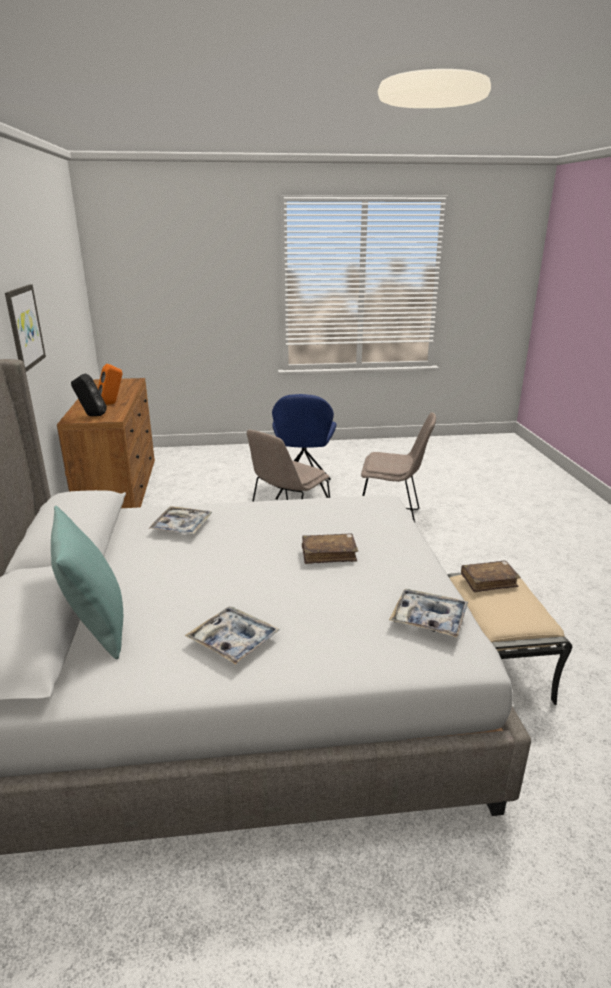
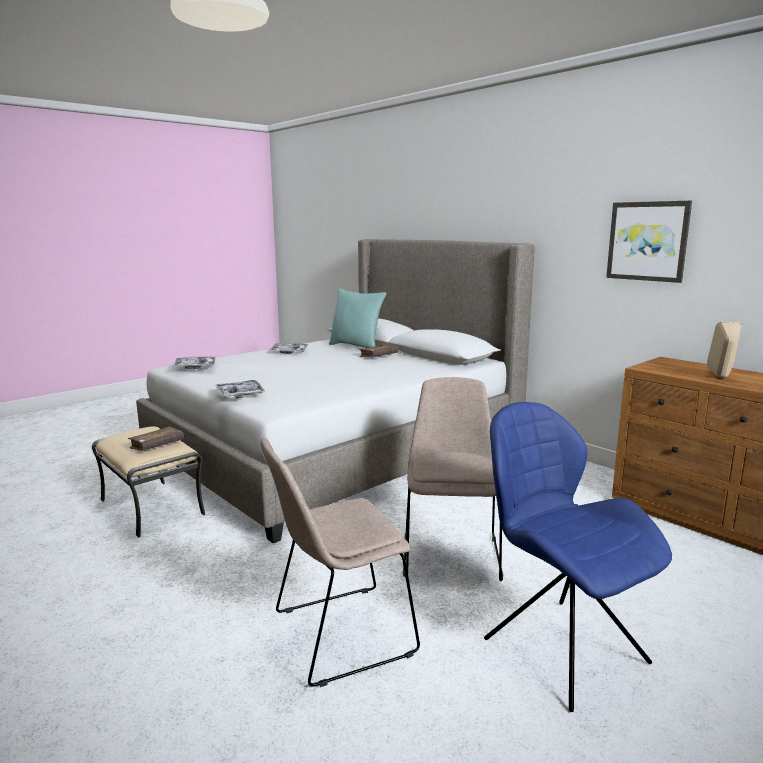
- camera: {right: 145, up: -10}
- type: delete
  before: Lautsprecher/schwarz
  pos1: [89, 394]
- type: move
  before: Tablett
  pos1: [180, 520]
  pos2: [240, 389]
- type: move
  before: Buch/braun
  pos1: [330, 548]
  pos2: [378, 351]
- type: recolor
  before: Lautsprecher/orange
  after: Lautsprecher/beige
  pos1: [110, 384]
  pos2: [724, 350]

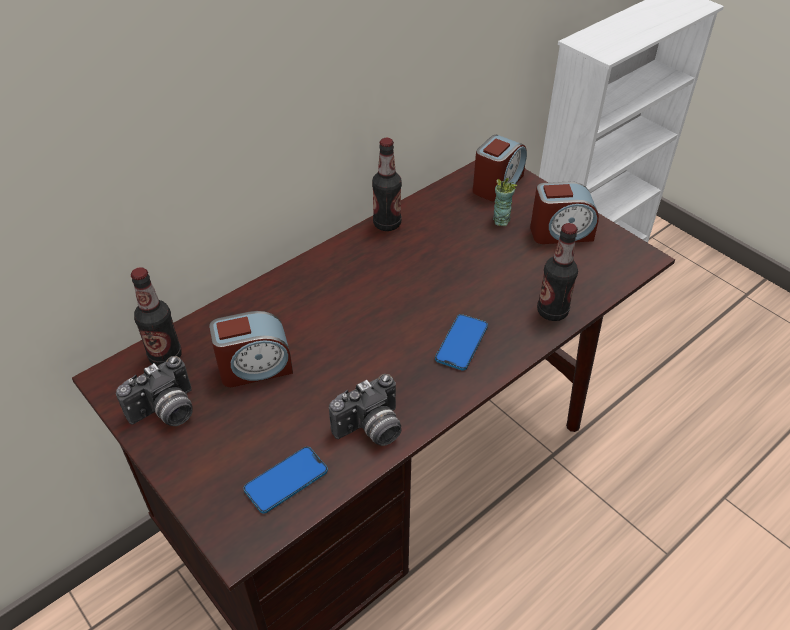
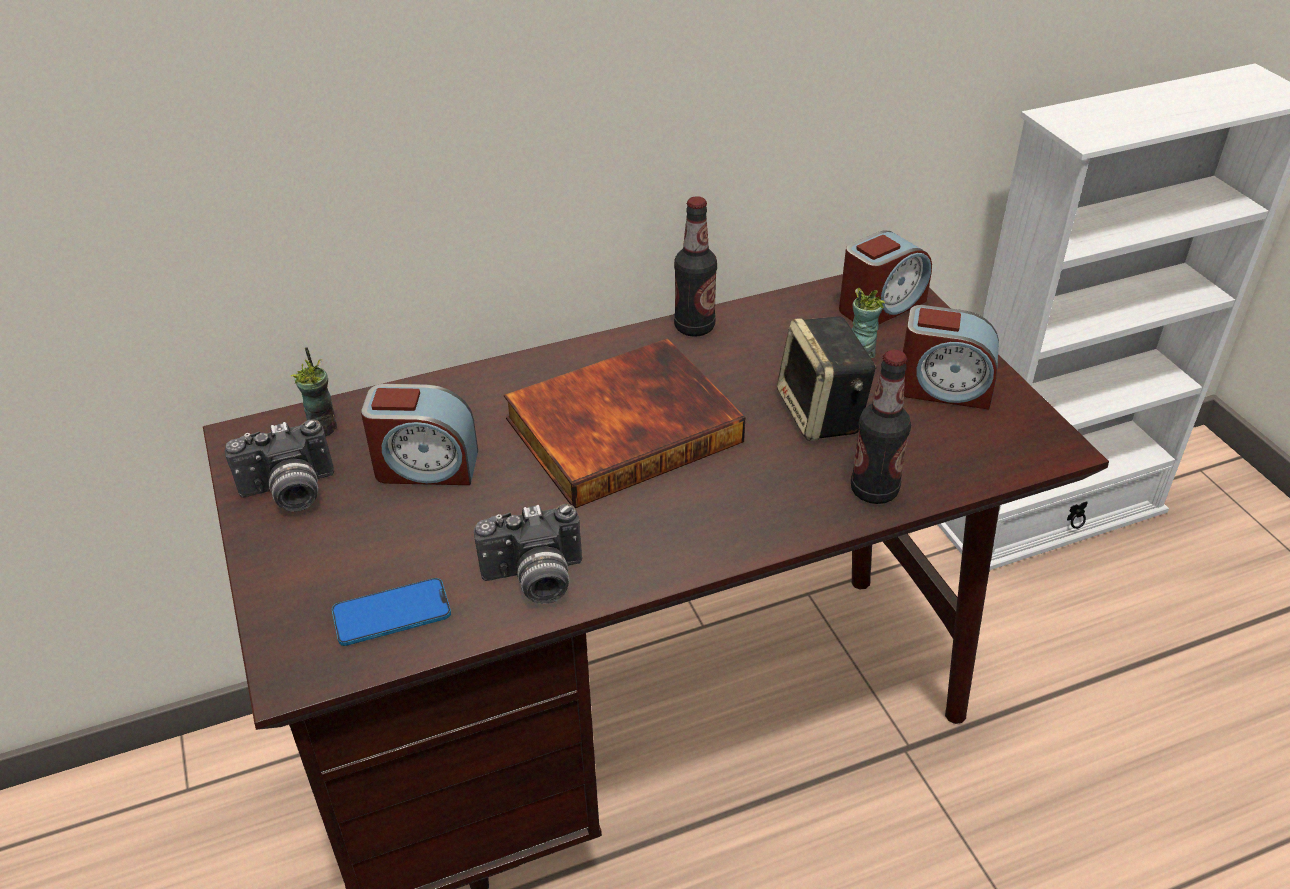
- camera: {right: 20, up: -5}
- type: delete
  before: Handy
  pos1: [461, 342]
- type: insert
  after: Buch
  pos2: [625, 423]
- type: insert
  after: Lautsprecher
  pos2: [827, 378]
- type: replace
  before: Flasche
  after: Tasse
  pos1: [156, 316]
  pos2: [314, 392]

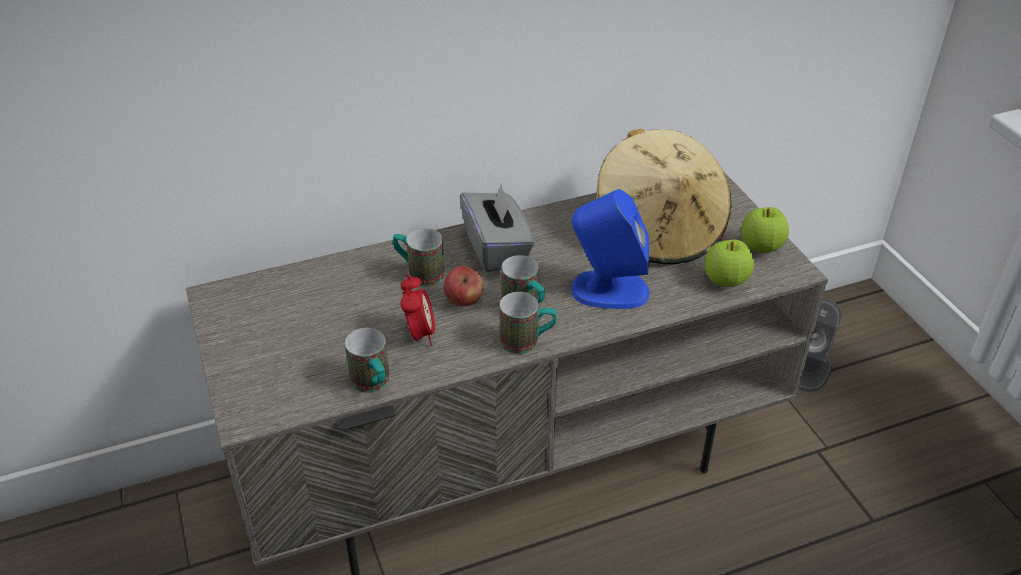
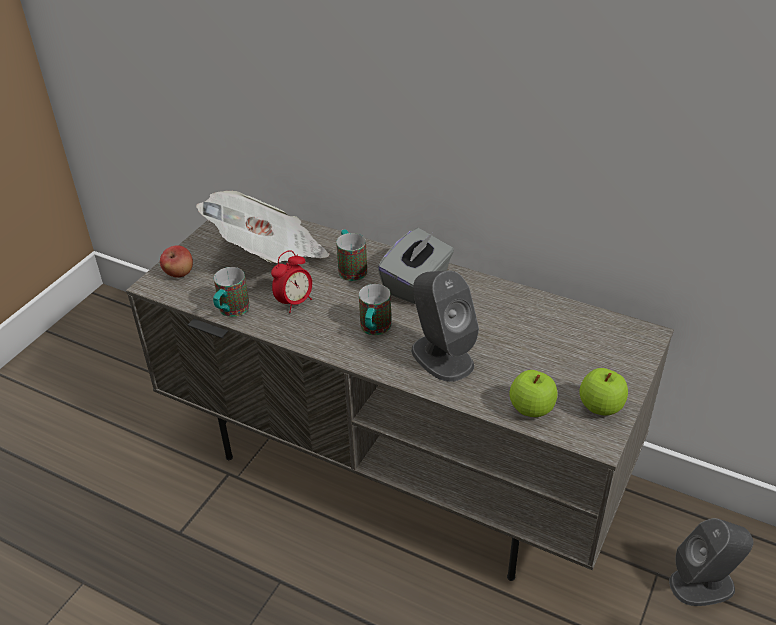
- camera: {right: 50, up: 0}
- type: delete
  before: Henkelbecher
  pos1: [528, 323]
- type: delete
  before: Hut/beige
  pos1: [664, 197]
- type: insert
  after: Zeitung
  pos2: [262, 227]
- type: move
  before: Apfel
  pos1: [464, 286]
  pos2: [176, 261]
- type: recolor
  before: Lautsprecher/blau
  after: Lautsprecher/grau
  pos1: [610, 249]
  pos2: [445, 326]

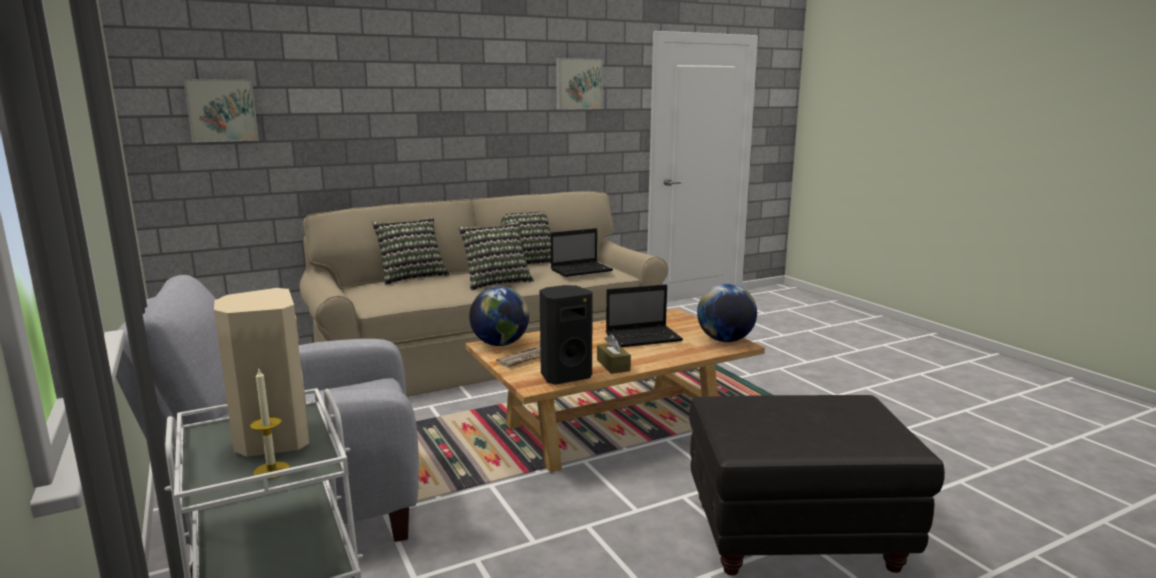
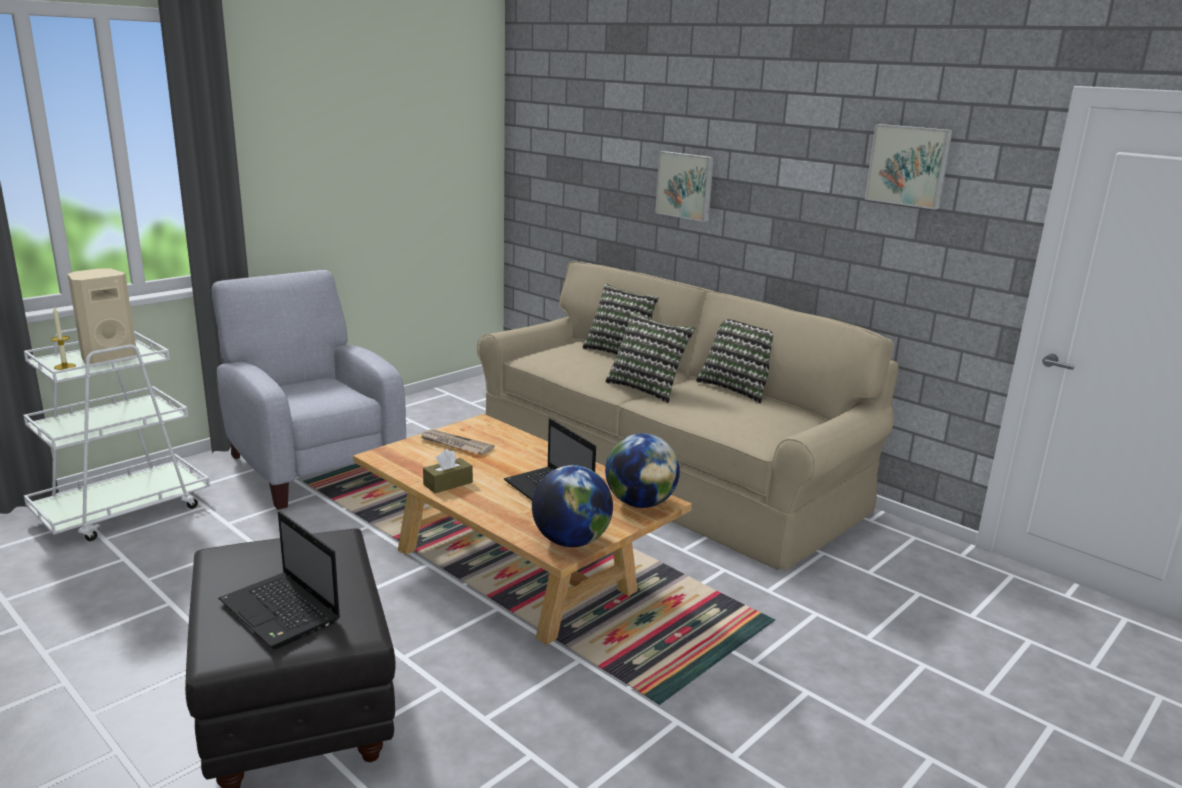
- camera: {right: 70, up: 5}
- type: delete
  before: Lautsprecher/schwarz
  pos1: [566, 335]
- type: move
  before: Bild
  pos1: [221, 111]
  pos2: [684, 186]
- type: move
  before: Globus
  pos1: [499, 316]
  pos2: [642, 470]
- type: move
  before: Laptop
  pos1: [582, 252]
  pos2: [279, 580]

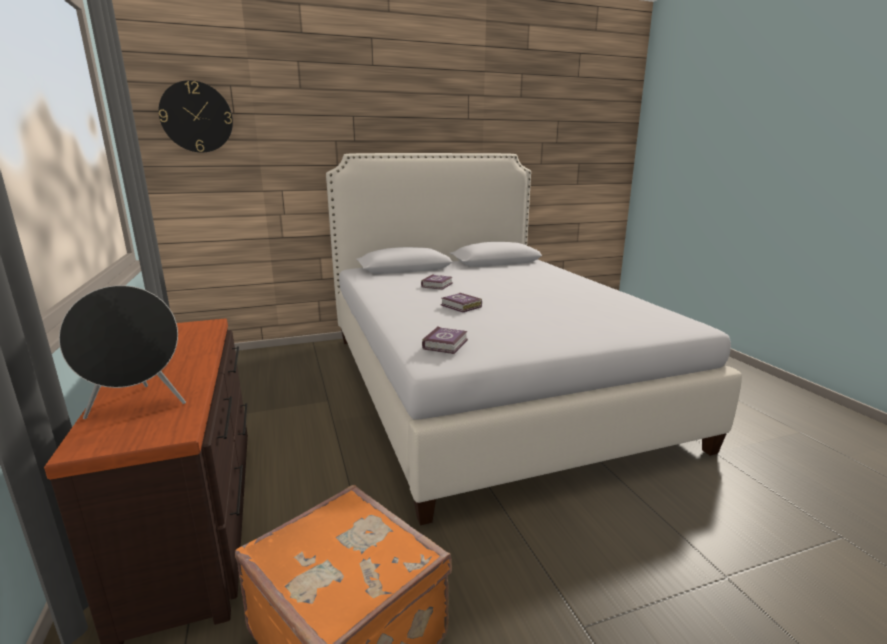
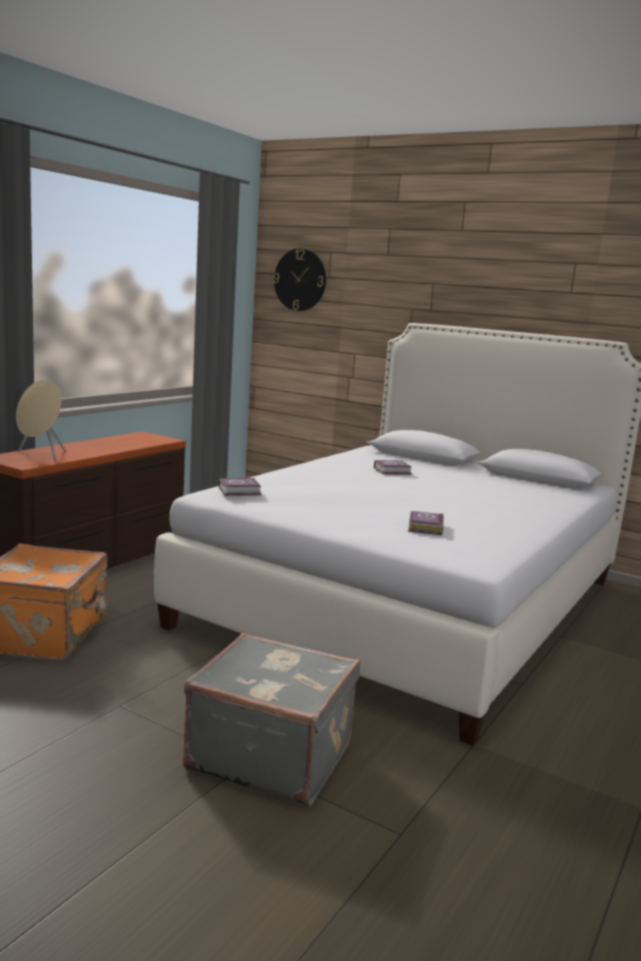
- camera: {right: 50, up: -5}
- type: insert
  after: Koffer/grau
  pos2: [271, 720]
- type: move
  before: Buch
  pos1: [461, 302]
  pos2: [426, 523]
- type: recolor
  before: Lautsprecher/schwarz
  after: Lautsprecher/beige
  pos1: [122, 352]
  pos2: [40, 420]

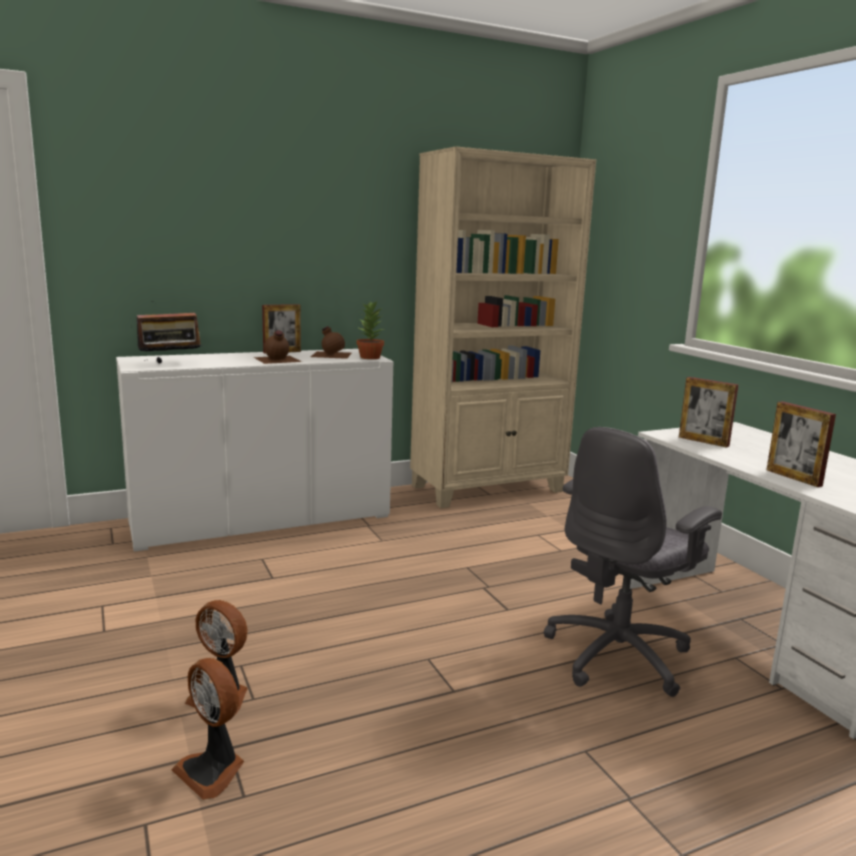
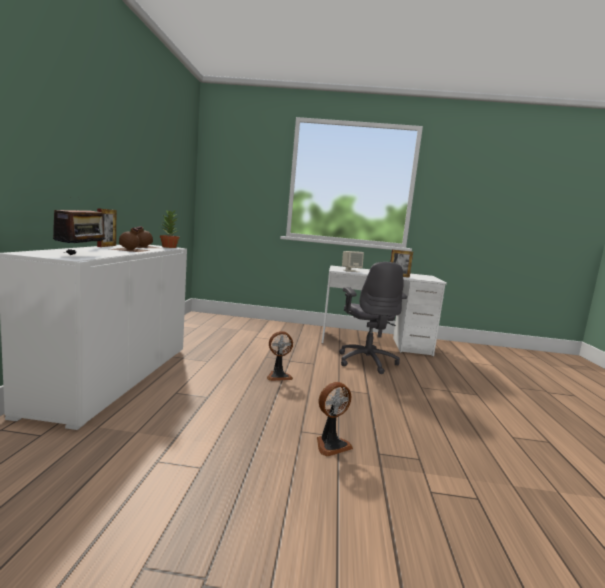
- camera: {right: -60, up: -5}
- type: delete
  before: Bücherregal/beige
  pos1: [503, 327]
- type: move
  before: Ventilator
  pos1: [208, 729]
  pos2: [280, 356]
- type: replace
  before: Bilderrahmen
  after: Lautsprecher/beige
  pos1: [709, 412]
  pos2: [353, 261]

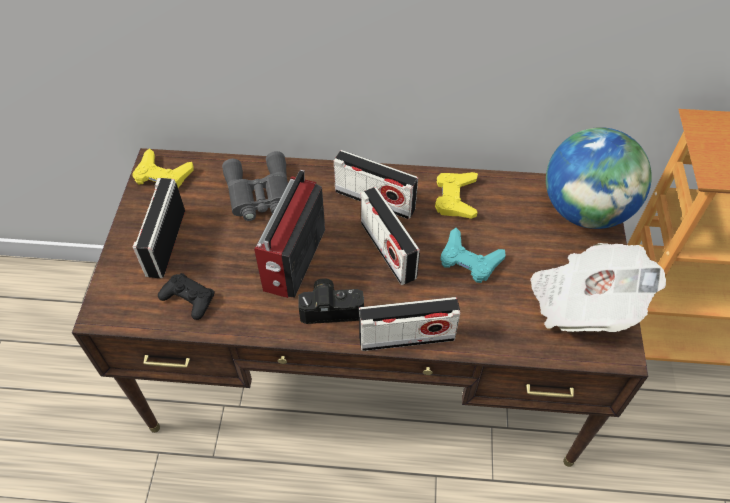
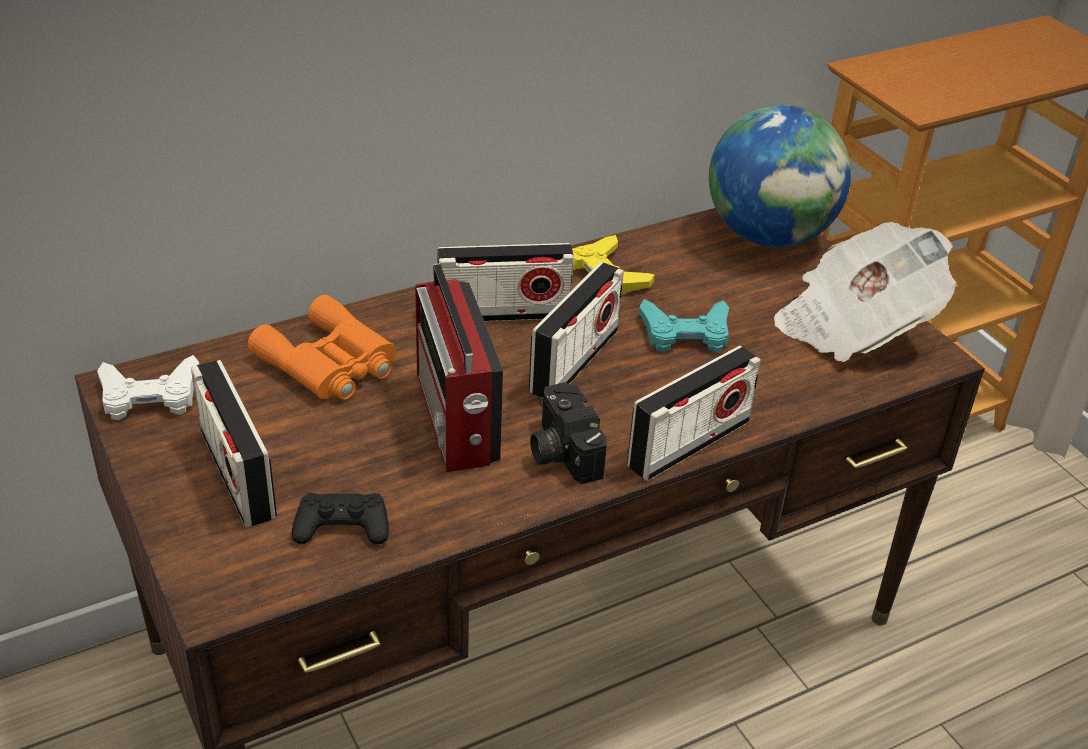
- camera: {right: -35, up: -15}
- type: recolor
  before: Gamepad/gelb
  after: Gamepad/weiß
  pos1: [163, 168]
  pos2: [148, 387]
- type: recolor
  before: Fernglas/grau
  after: Fernglas/orange
  pos1: [255, 186]
  pos2: [322, 347]
- type: rotate
  before: Kamera
  pos1: [331, 301]
  pos2: [568, 433]
  turn: -75
- type: rotate
  before: Radio
  pos1: [390, 236]
  pos2: [576, 329]
  turn: -90

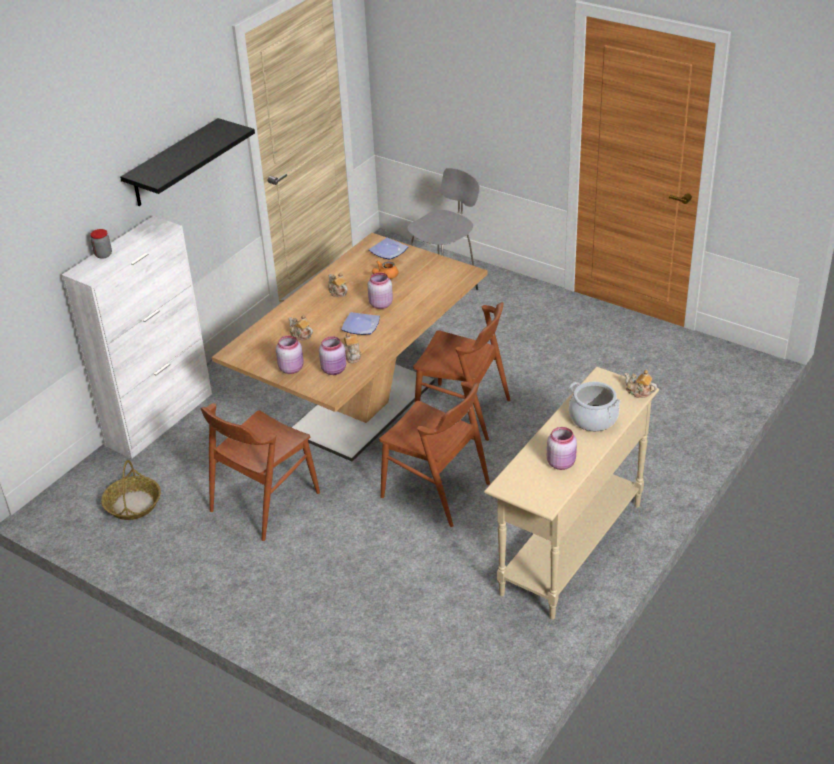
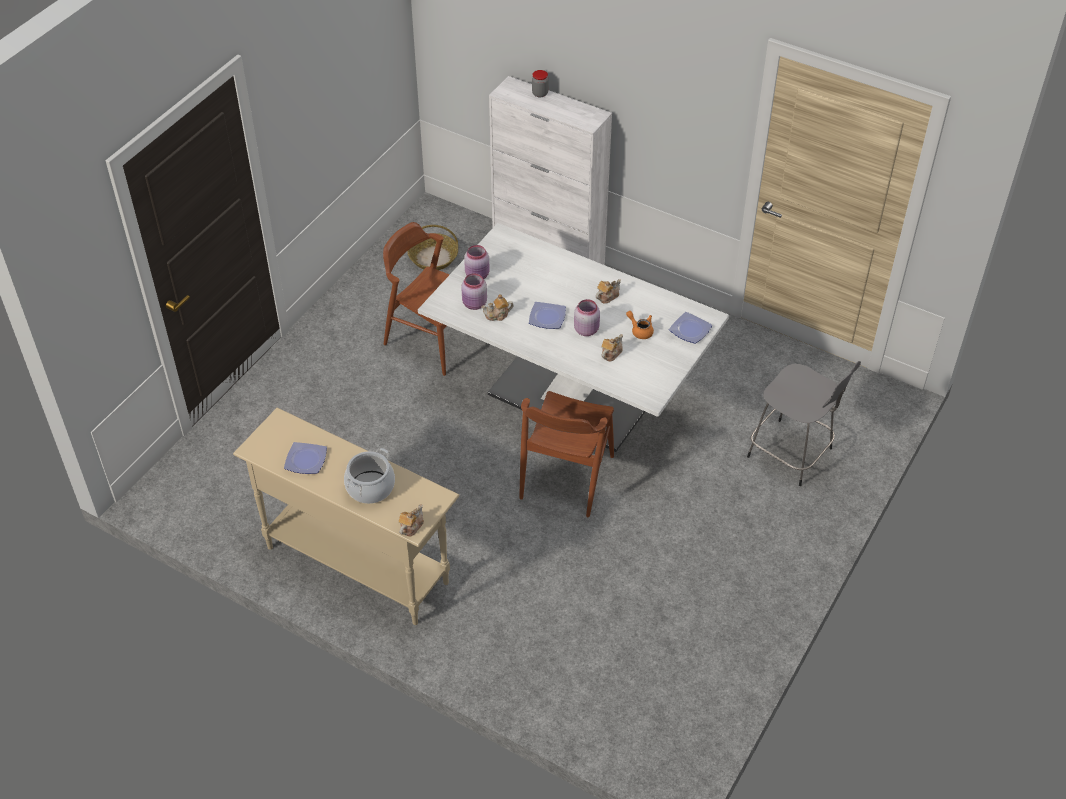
- camera: {right: 85, up: 10}
- type: delete
  before: Wandregal/schwarz
  pos1: [187, 162]
- type: delete
  before: Stuhl/braun
  pos1: [434, 454]
- type: move
  before: Teekanne
  pos1: [300, 327]
  pos2: [612, 347]
- type: replace
  before: Vorratsglas/rosa
  after: Teller
  pos1: [562, 448]
  pos2: [305, 458]
- type: recolor
  before: Esstisch/braun
  after: Esstisch/weiß
  pos1: [349, 347]
  pos2: [573, 337]

